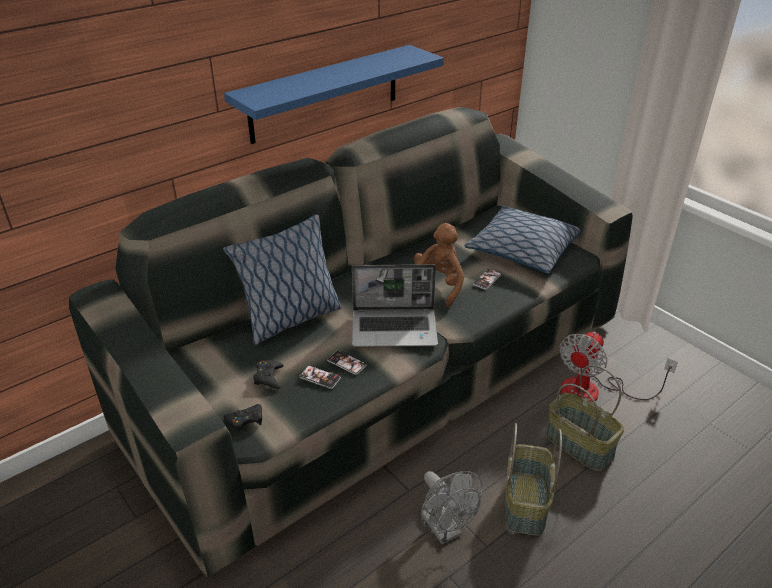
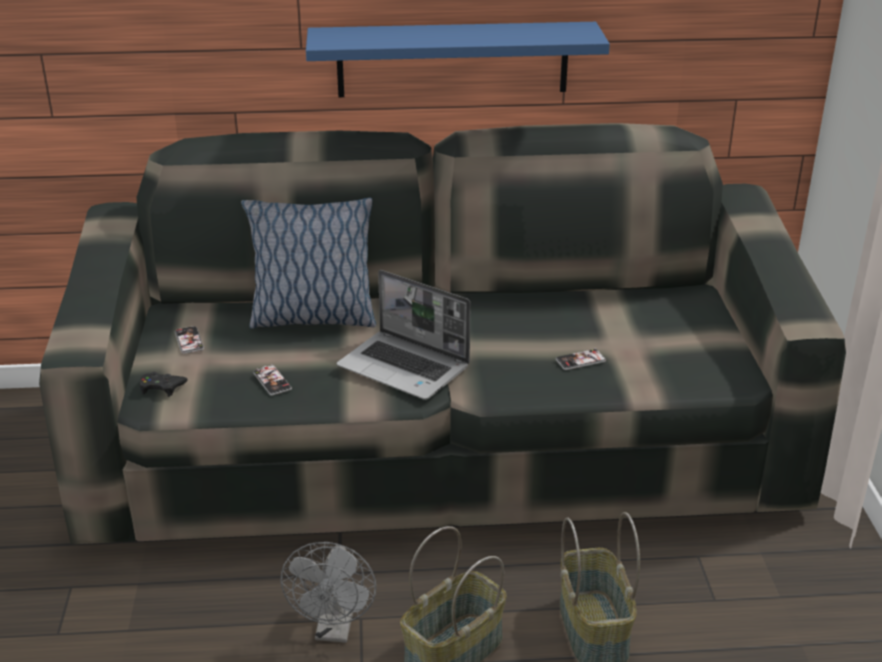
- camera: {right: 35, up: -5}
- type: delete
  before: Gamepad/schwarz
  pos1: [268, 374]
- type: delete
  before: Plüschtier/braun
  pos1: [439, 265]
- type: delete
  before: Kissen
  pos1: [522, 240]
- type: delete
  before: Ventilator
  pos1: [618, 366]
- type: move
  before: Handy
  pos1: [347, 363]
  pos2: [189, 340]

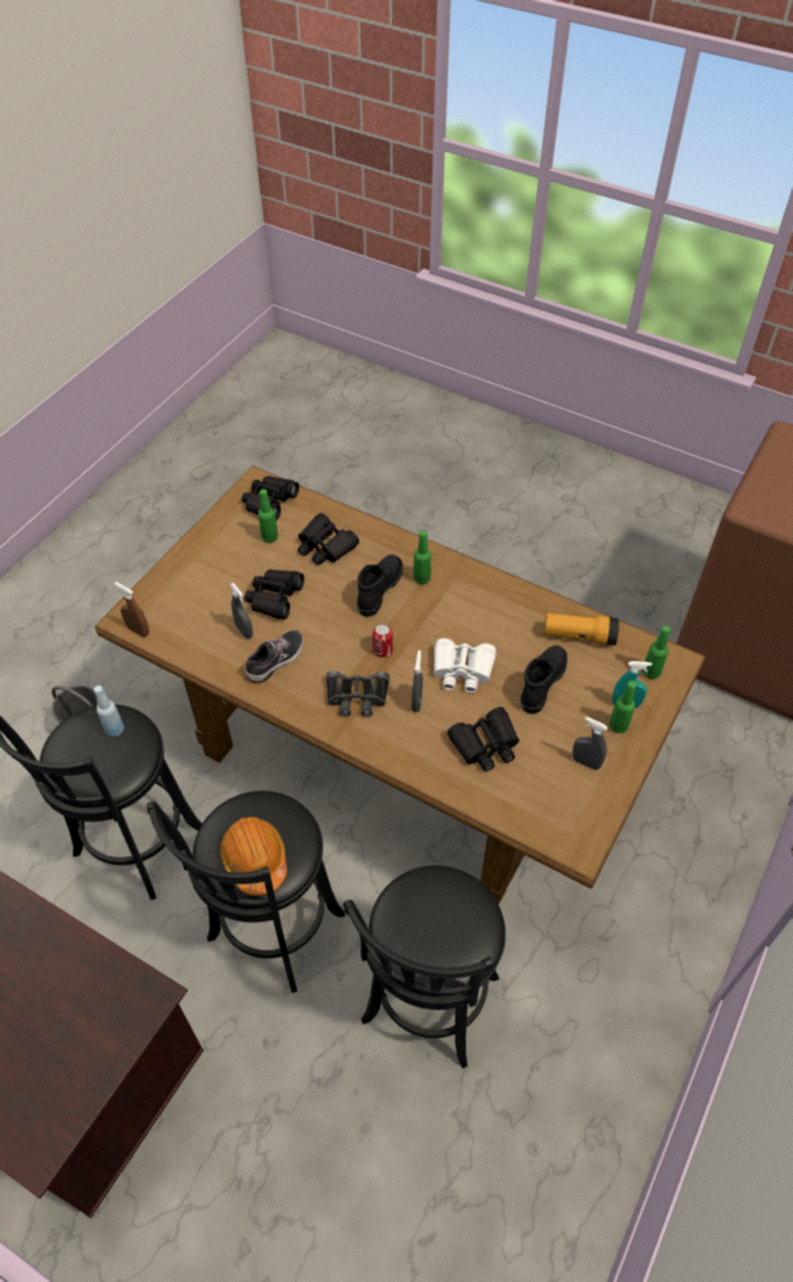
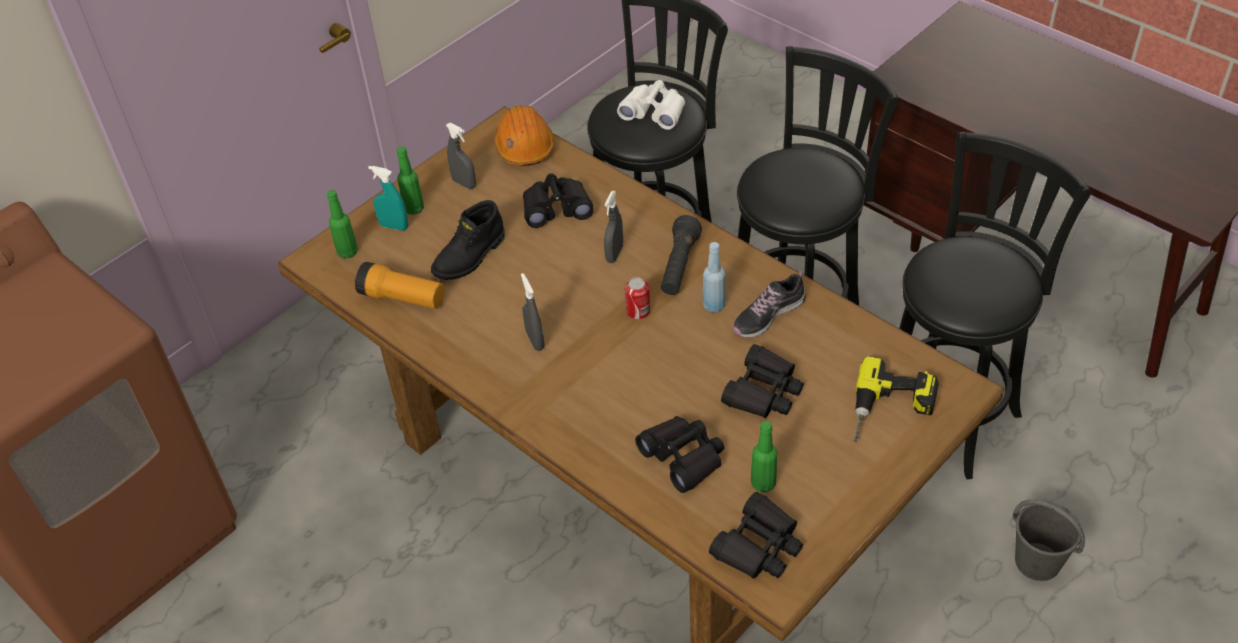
- camera: {right: -165, up: -5}
- type: delete
  before: Sprühflasche/braun
  pos1: [132, 609]
- type: delete
  before: Stiefel/schwarz
  pos1: [380, 586]
- type: delete
  before: Flasche/grün
  pos1: [422, 557]
- type: insert
  after: Bohrmaschine
  pos2: [896, 399]
- type: move
  before: Flasche/blau
  pos1: [109, 711]
  pos2: [714, 277]
- type: move
  before: Schutzhelm/orange
  pos1: [253, 856]
  pos2: [524, 135]
- type: move
  before: Sprühflasche/grau
  pos1: [241, 611]
  pos2: [533, 312]
- type: move
  before: Fernglas/weiß
  pos1: [465, 665]
  pos2: [651, 105]
- type: replace
  before: Fernglas/schwarz
  after: Taschenlampe/schwarz
  pos1: [357, 693]
  pos2: [681, 255]

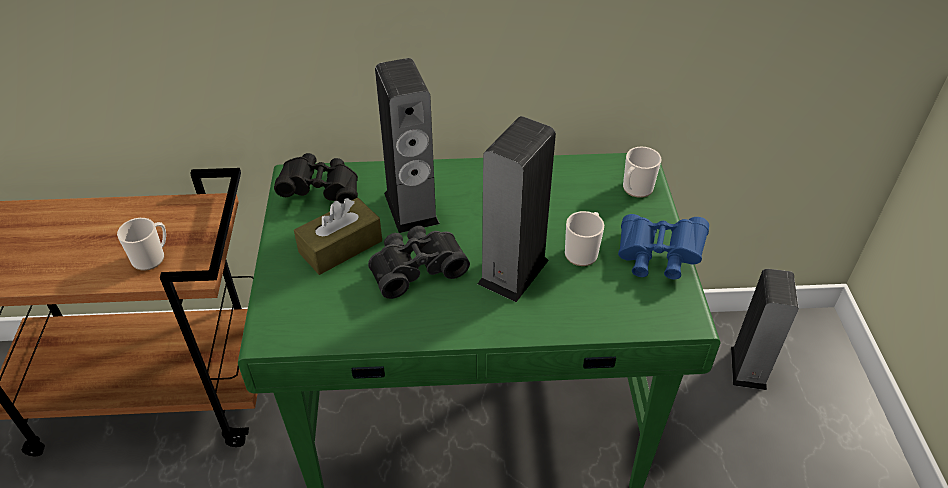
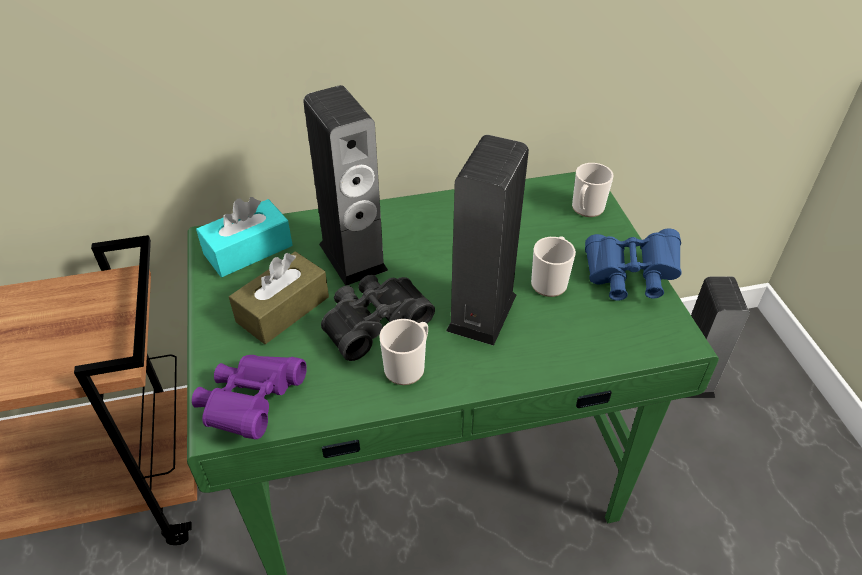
- camera: {right: -10, up: 0}
- type: insert
  after: Fernglas/lila
  pos2: [249, 397]
- type: move
  before: Henkelbecher
  pos1: [141, 244]
  pos2: [403, 352]
- type: replace
  before: Fernglas/schwarz
  after: Taschentuchbox/türkis
  pos1: [316, 178]
  pos2: [244, 237]

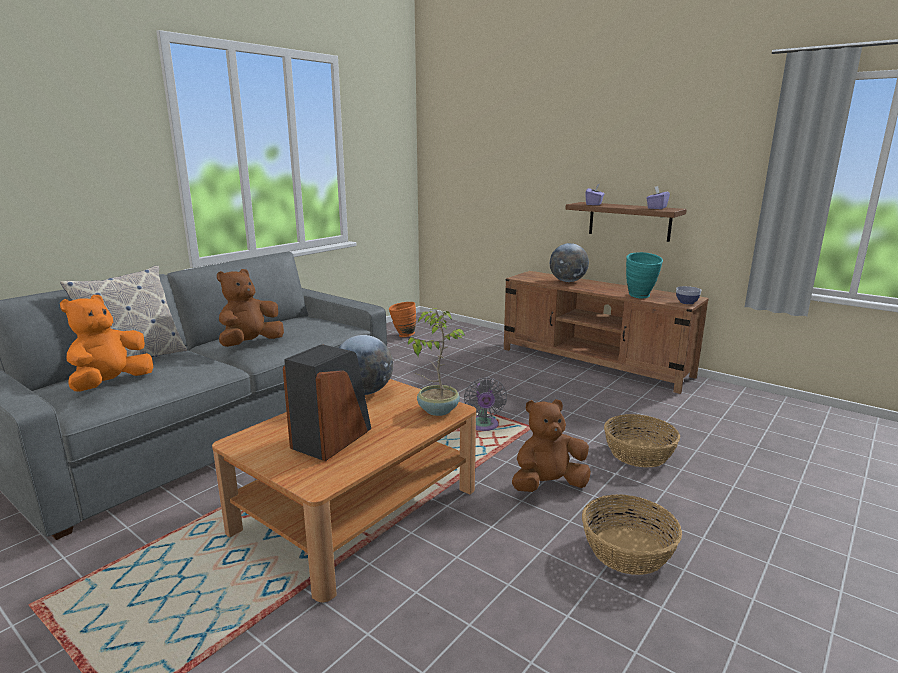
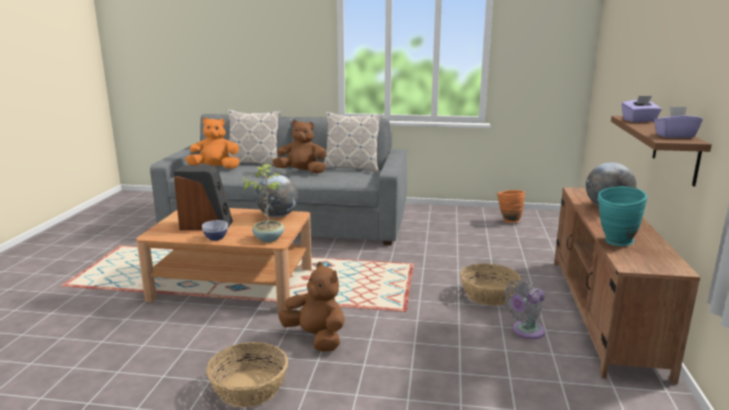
- camera: {right: 60, up: 0}
- type: insert
  after: Kissen
  pos2: [353, 142]
- type: move
  before: Ventilator/grau
  pos1: [485, 404]
  pos2: [524, 309]
- type: move
  before: Korb
  pos1: [642, 441]
  pos2: [490, 284]
- type: move
  before: Schüssel
  pos1: [688, 295]
  pos2: [215, 230]

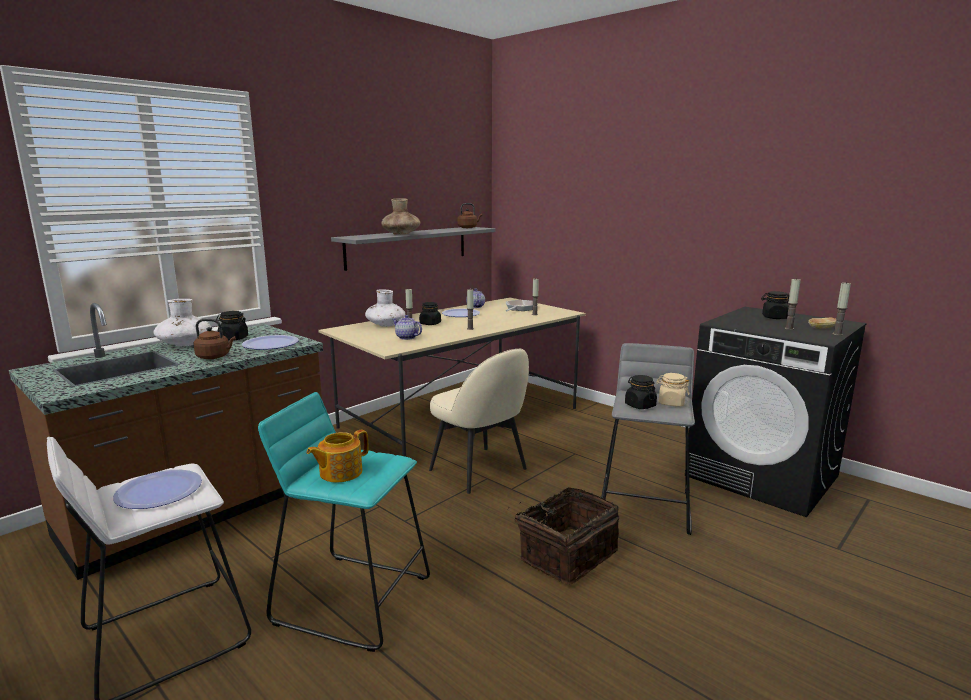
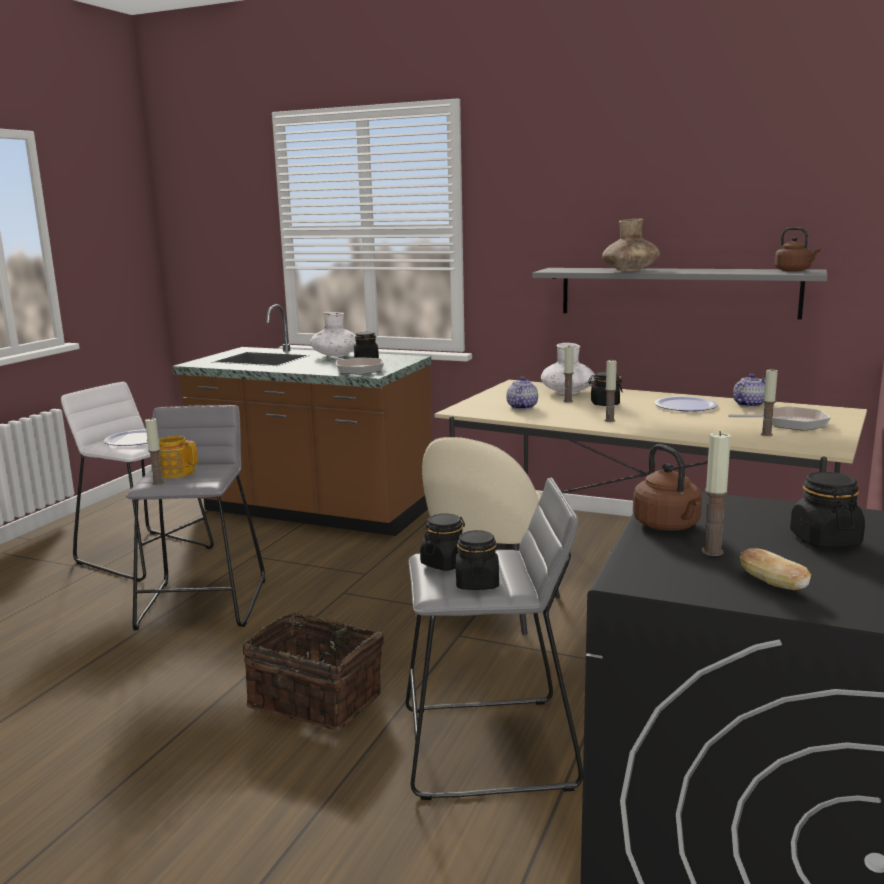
- camera: {right: 70, up: 0}
- type: move
  before: Wasserkessel/braun
  pos1: [214, 339]
  pos2: [667, 487]
- type: move
  before: Kerze
  pos1: [842, 309]
  pos2: [154, 451]
- type: replace
  before: Teller
  after: Pfanne
  pos1: [270, 342]
  pos2: [356, 365]
- type: recolor
  before: Hocker/türkis
  after: Hocker/grau
  pos1: [344, 522]
  pos2: [196, 518]
- type: recolor
  before: Vorratsglas/beige
  after: Vorratsglas/schwarz
  pos1: [672, 390]
  pos2: [477, 560]

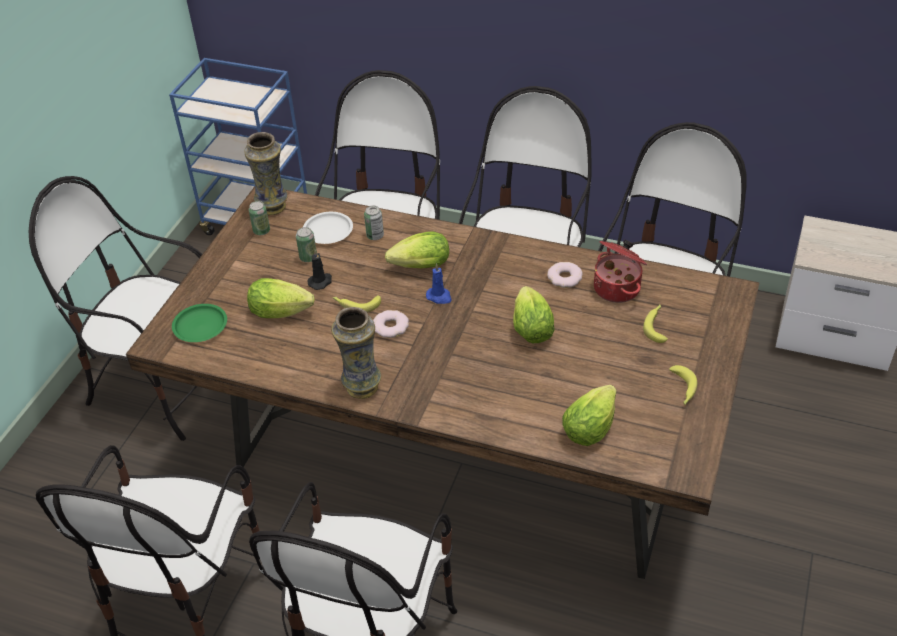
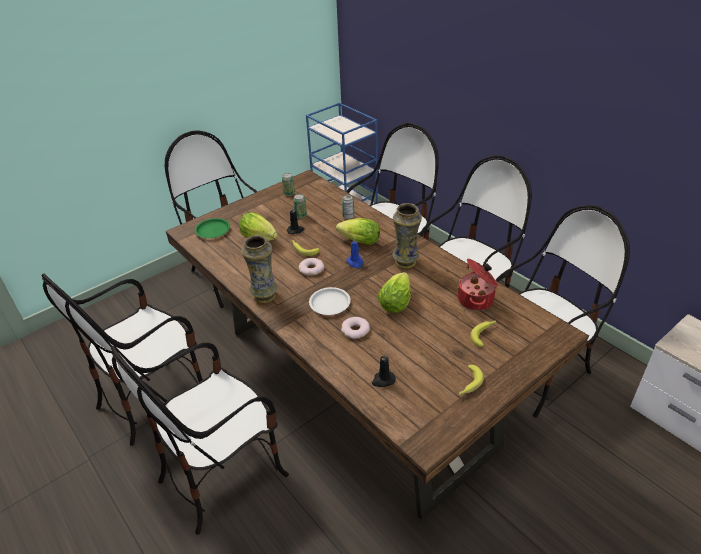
- camera: {right: 30, up: -5}
- type: move
  before: Vase
  pos1: [266, 173]
  pos2: [407, 236]
- type: move
  before: Teller/weiß
  pos1: [328, 228]
  pos2: [330, 301]
- type: move
  before: Donut
  pos1: [565, 275]
  pos2: [355, 328]
- type: replace
  before: Salatkopf
  after: Kerze/schwarz
  pos1: [589, 415]
  pos2: [384, 370]

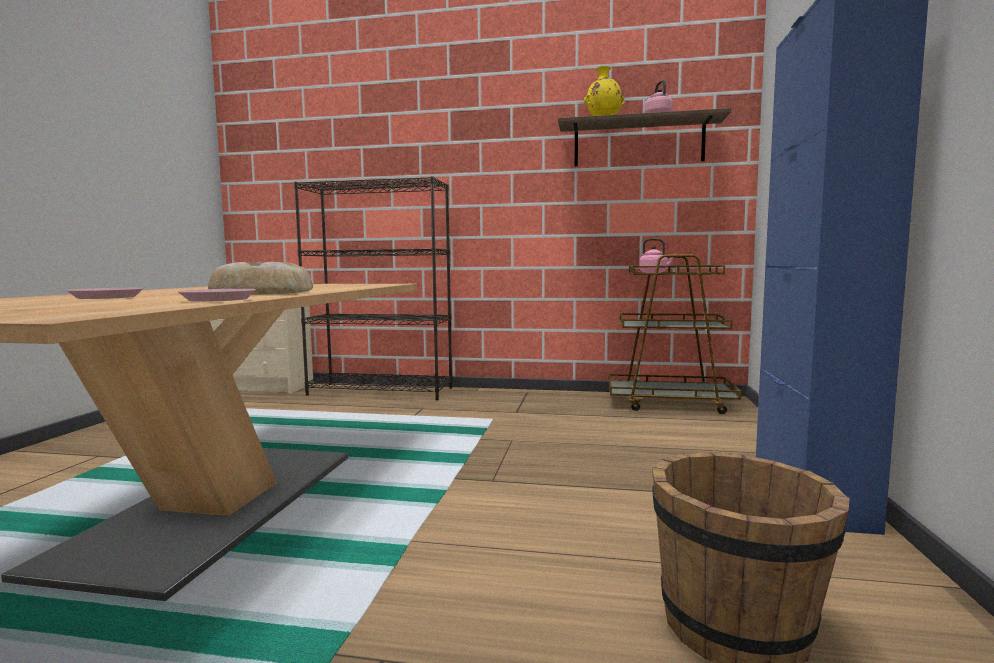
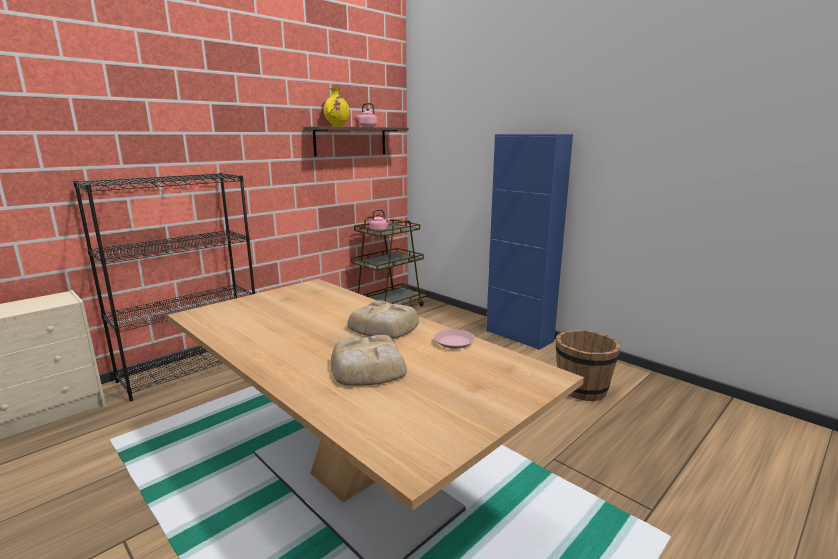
- camera: {right: -55, up: 10}
- type: replace
  before: Teller/rosa
  after: Brot
  pos1: [104, 293]
  pos2: [368, 360]

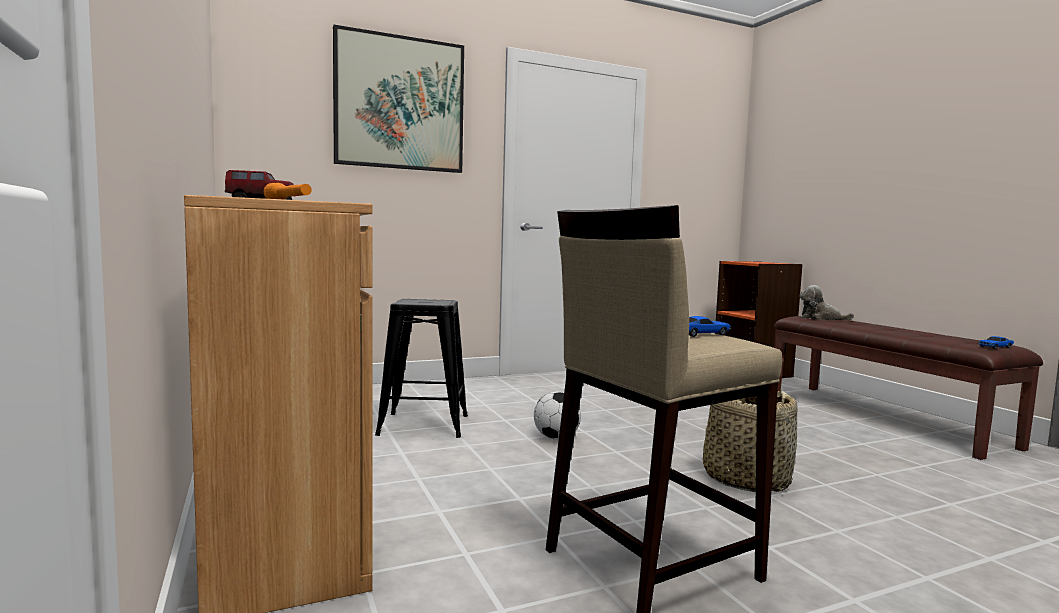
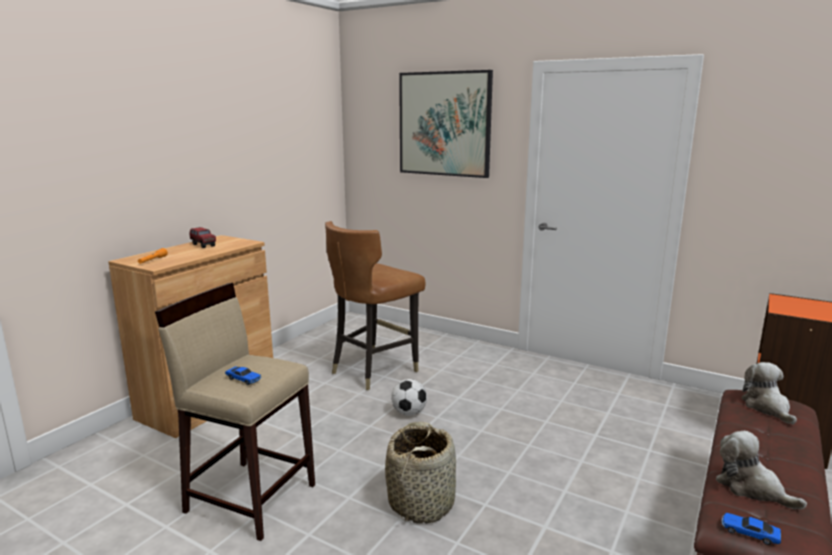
- camera: {right: 55, up: 10}
- type: insert
  after: Plüschtier
  pos2: [761, 470]
- type: replace
  before: Hocker/schwarz
  after: Stuhl/braun
  pos1: [421, 368]
  pos2: [375, 305]

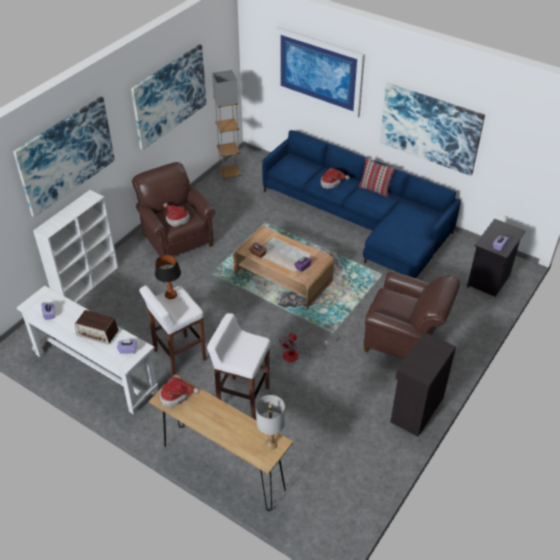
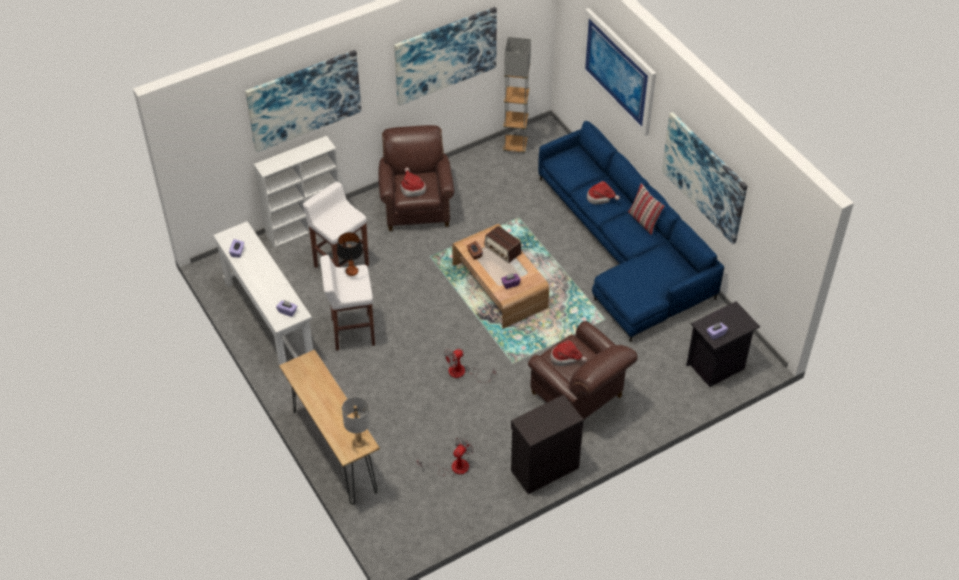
- camera: {right: 25, up: 5}
- type: insert
  after: Ventilator
  pos2: [445, 456]
- type: move
  before: Radio
  pos1: [96, 327]
  pos2: [502, 244]
- type: move
  before: Hut
  pos1: [180, 392]
  pos2: [568, 353]
- type: move
  before: Hocker/weiß
  pos1: [238, 366]
  pos2: [336, 225]

